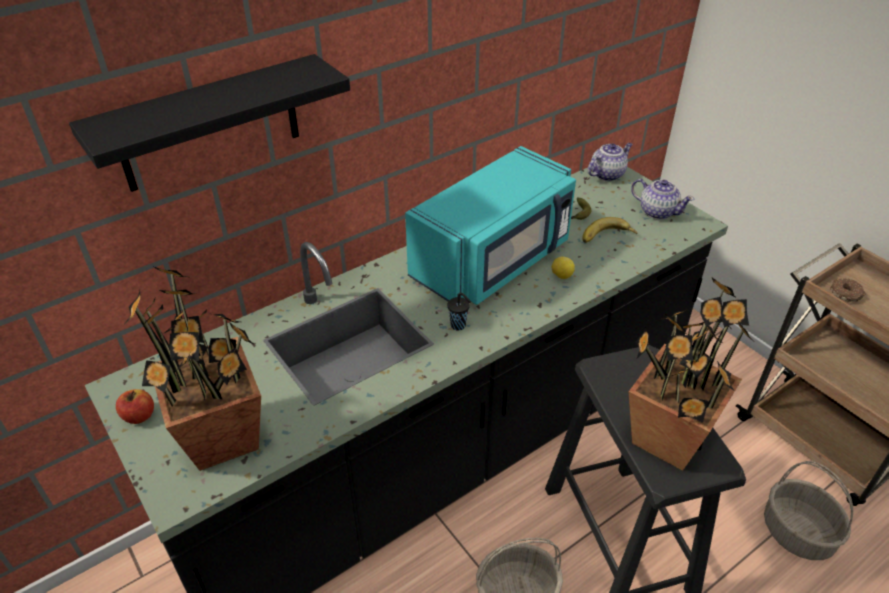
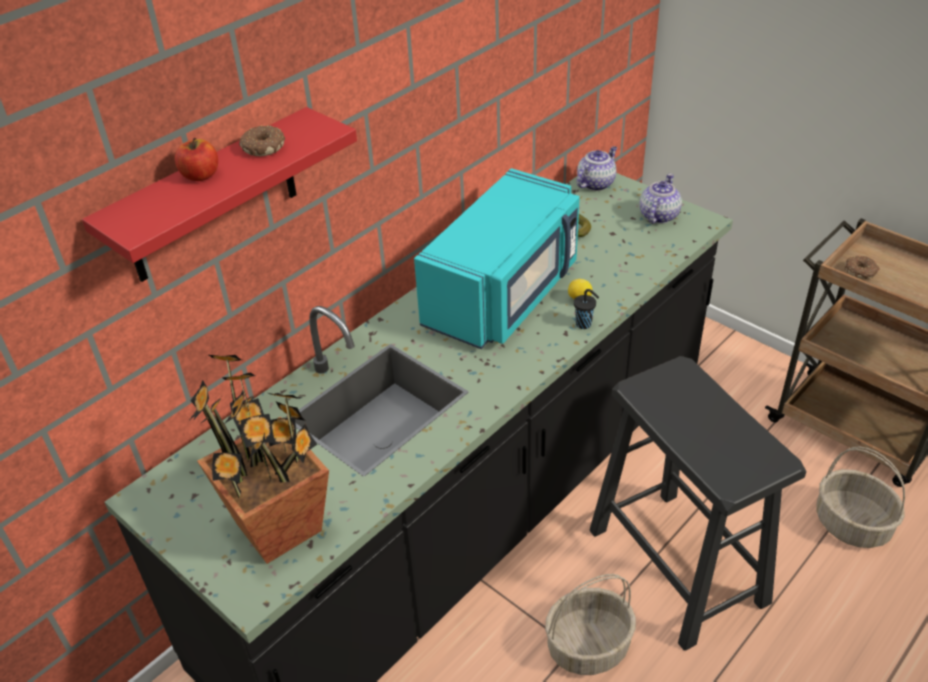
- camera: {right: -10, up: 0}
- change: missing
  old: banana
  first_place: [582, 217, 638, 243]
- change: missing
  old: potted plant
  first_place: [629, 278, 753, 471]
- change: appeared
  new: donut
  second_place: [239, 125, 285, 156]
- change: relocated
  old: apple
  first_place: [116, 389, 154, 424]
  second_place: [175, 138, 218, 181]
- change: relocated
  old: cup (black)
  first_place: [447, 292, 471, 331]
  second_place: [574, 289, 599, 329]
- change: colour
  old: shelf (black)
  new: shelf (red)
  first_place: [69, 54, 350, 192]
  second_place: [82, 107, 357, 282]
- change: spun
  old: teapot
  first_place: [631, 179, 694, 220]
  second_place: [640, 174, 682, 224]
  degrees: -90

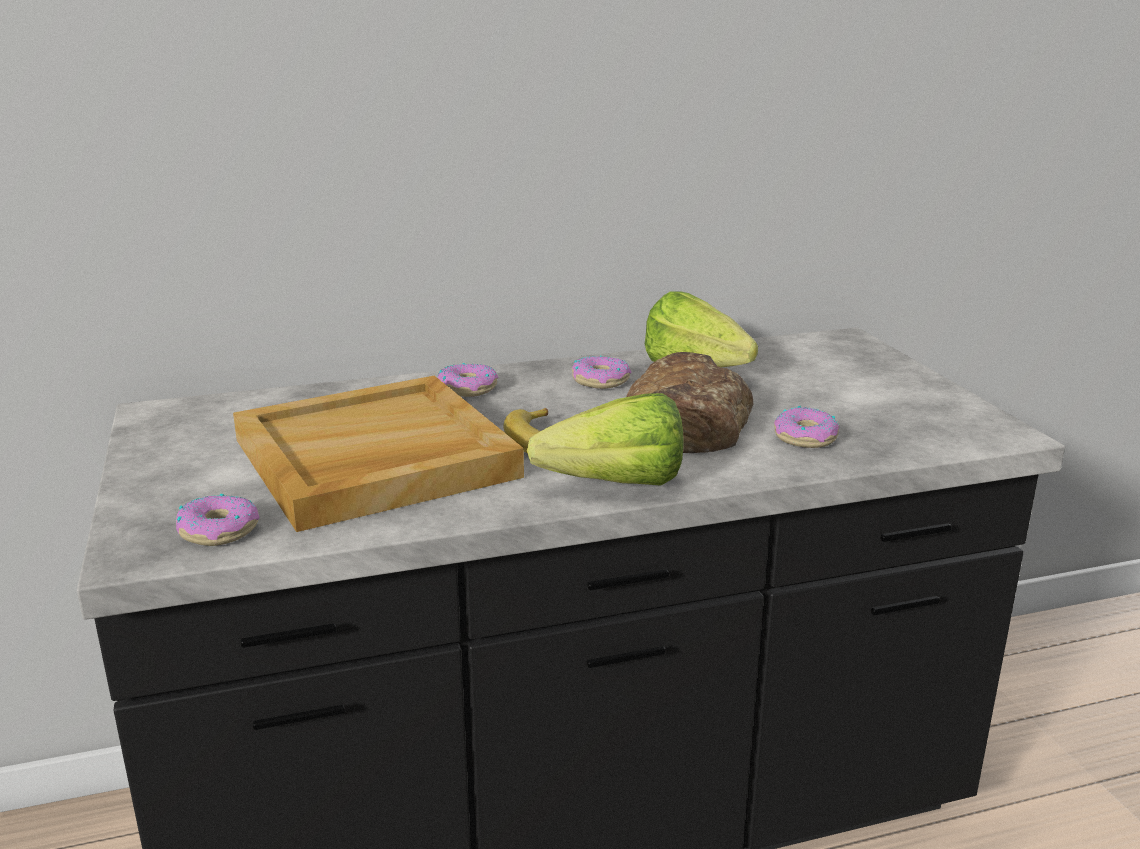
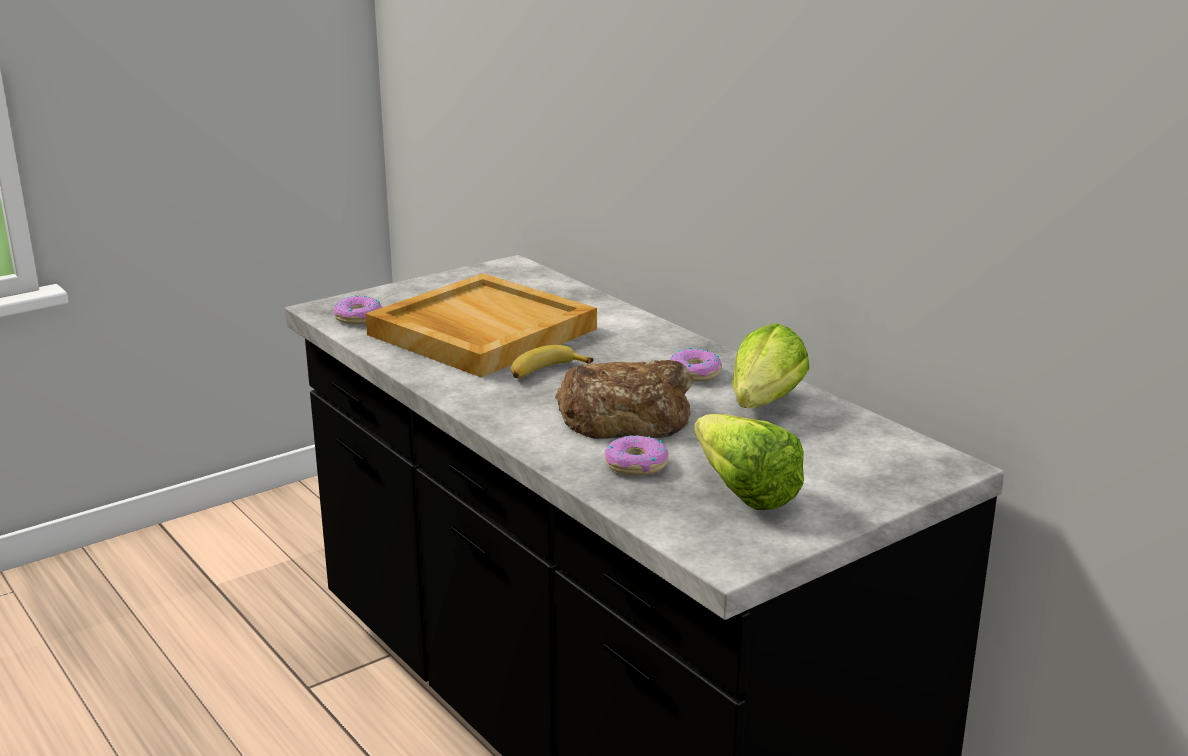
- camera: {right: 70, up: 0}
- change: missing
  old: donut
  first_place: [437, 363, 498, 397]
- change: relocated
  old: lettuce
  first_place: [527, 393, 683, 486]
  second_place: [694, 414, 804, 510]

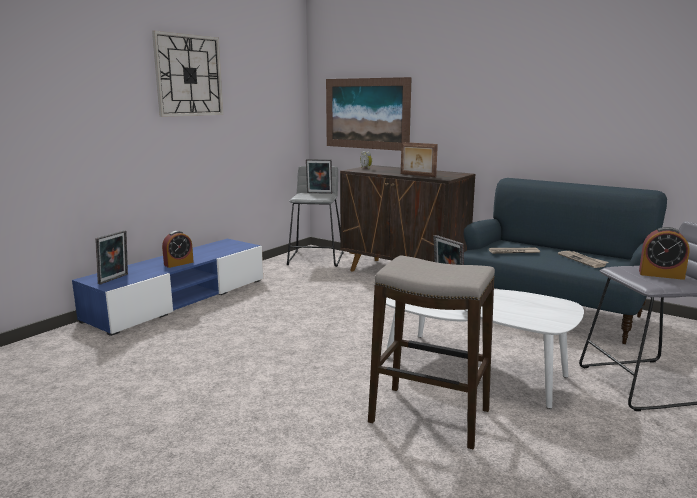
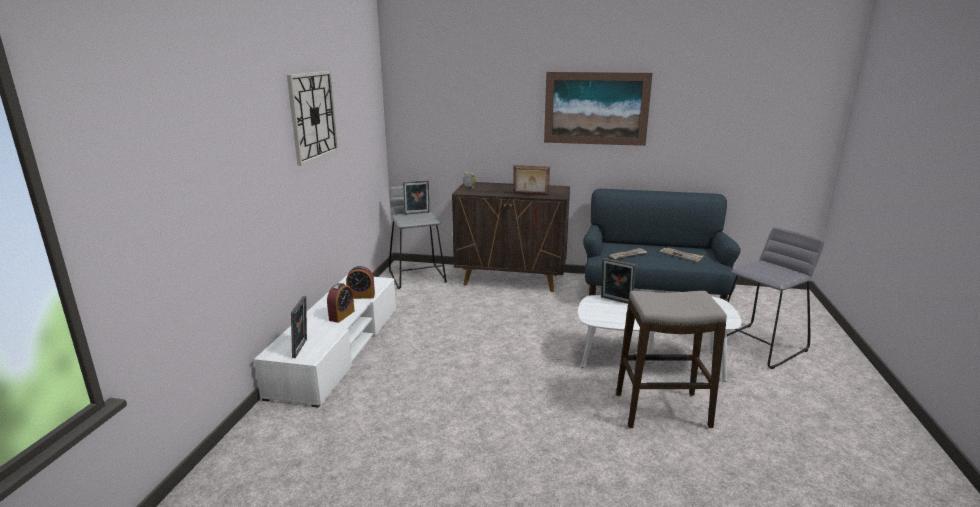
- camera: {right: -25, up: 5}
- change: relocated
  old: picture
  first_place: [326, 77, 412, 151]
  second_place: [544, 72, 653, 146]
- change: relocated
  old: alarm clock
  first_place: [639, 227, 689, 280]
  second_place: [346, 266, 375, 299]
- change: colour
  old: tv stand (blue)
  new: tv stand (white)
  first_place: [72, 239, 263, 336]
  second_place: [254, 275, 396, 407]

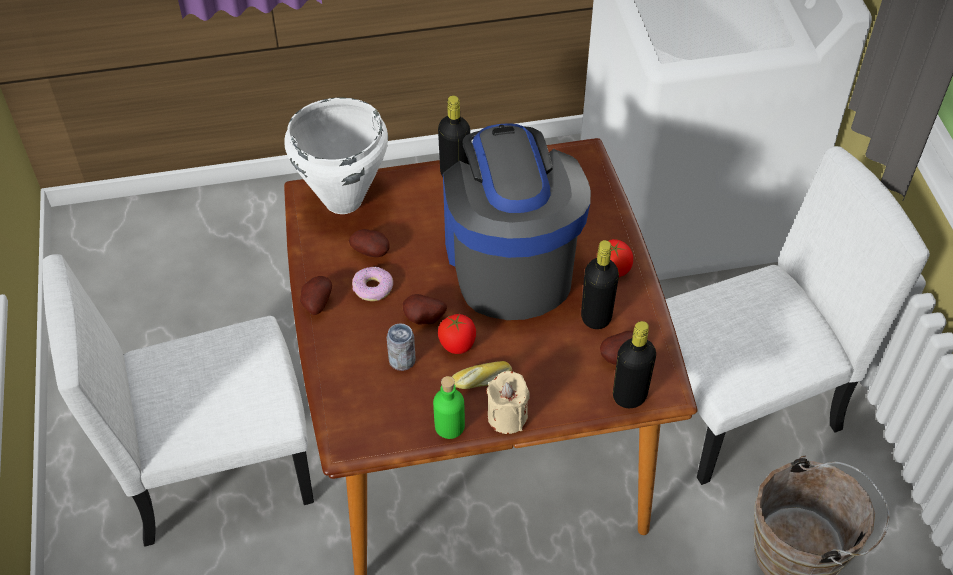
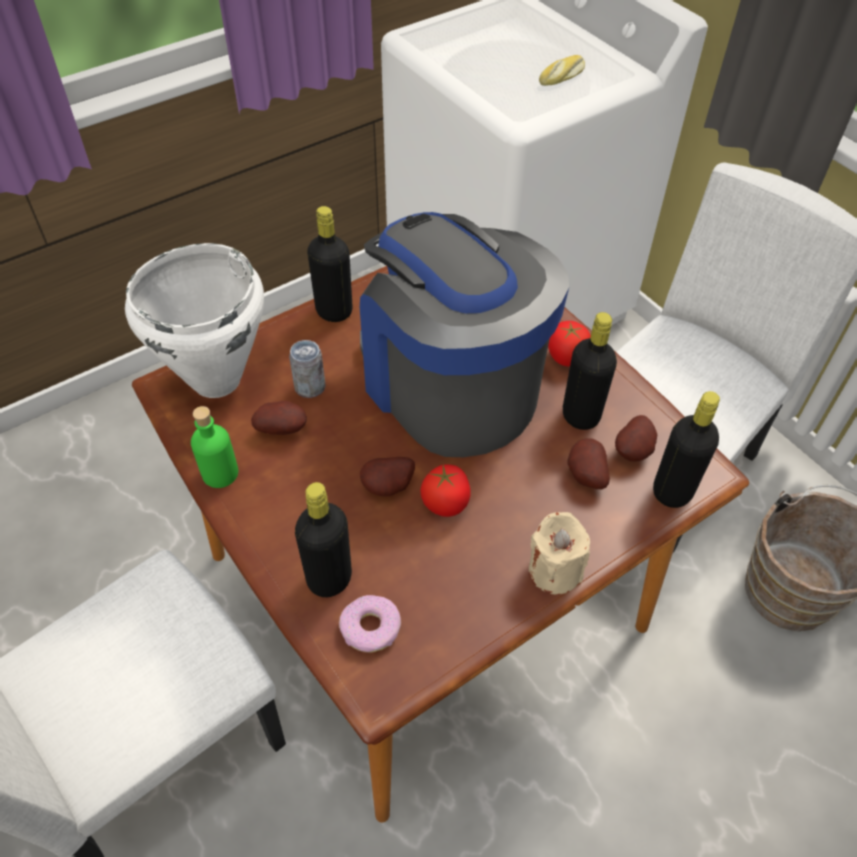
- camera: {right: -25, up: 0}
- change: appeared
  new: bottle (black)
  second_place: [295, 482, 352, 597]
- change: relocated
  old: potato
  first_place: [300, 276, 332, 315]
  second_place: [567, 438, 610, 489]
- change: relocated
  old: donut
  first_place: [352, 266, 393, 301]
  second_place: [339, 595, 401, 652]
- change: relocated
  old: can
  first_place: [387, 323, 416, 371]
  second_place: [289, 340, 326, 398]
- change: relocated
  old: bottle (green)
  first_place: [433, 376, 465, 439]
  second_place: [191, 406, 238, 488]
- change: relocated
  old: bread
  first_place: [452, 361, 512, 389]
  second_place: [539, 55, 585, 86]

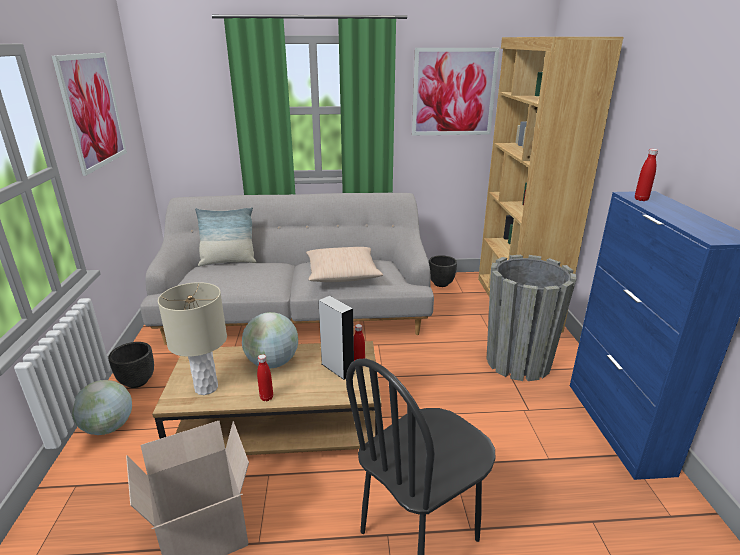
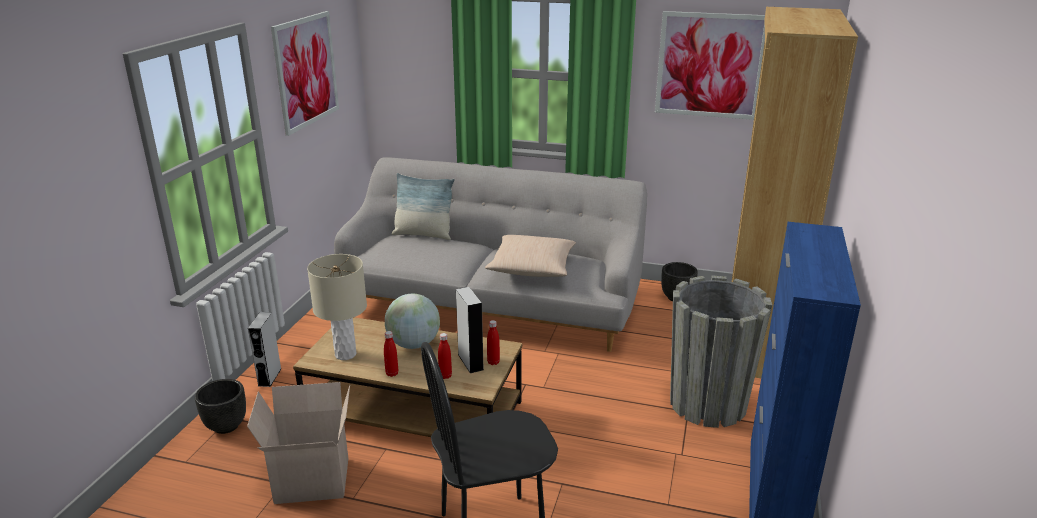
- camera: {right: 20, up: 0}
- change: relocated
  old: planter (black)
  first_place: [108, 342, 154, 388]
  second_place: [195, 379, 246, 434]
- change: relocated
  old: bottle (red)
  first_place: [635, 149, 658, 201]
  second_place: [438, 333, 452, 379]
- change: exchanged
  old: globe
  new: speaker (grey)
  first_place: [72, 380, 132, 435]
  second_place: [248, 312, 282, 387]

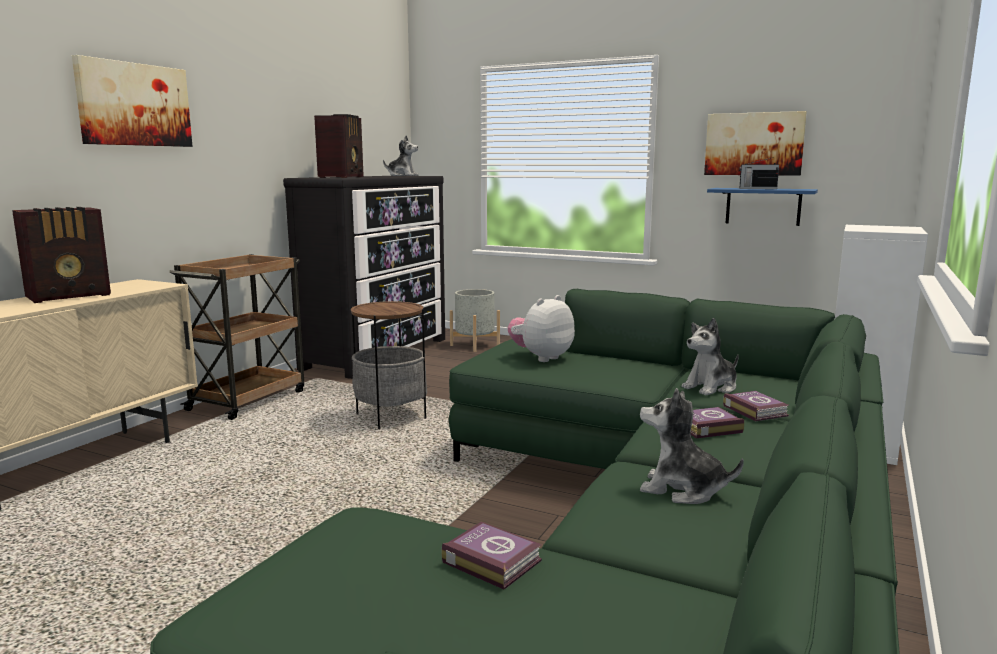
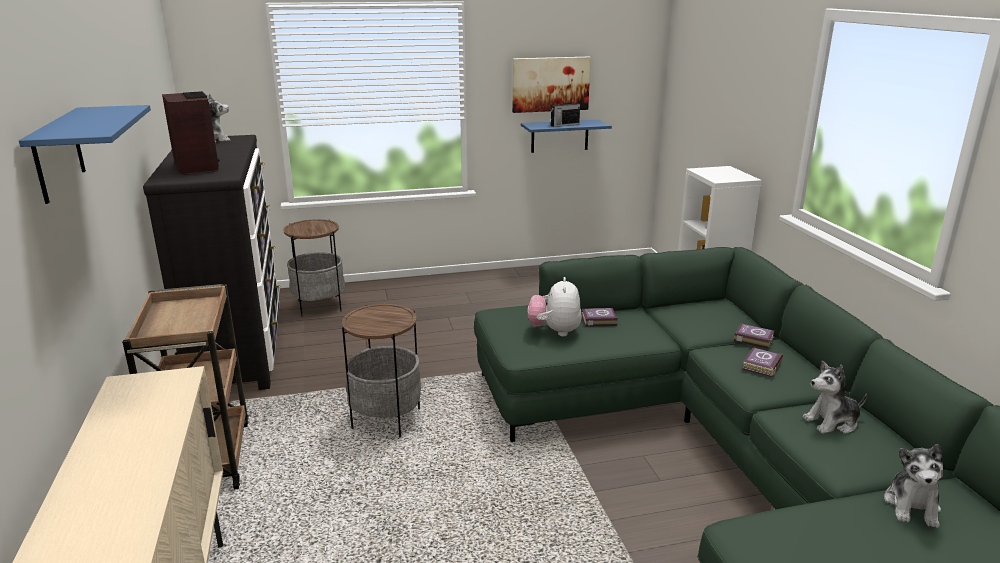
- camera: {right: -40, up: 10}
- change: missing
  old: radio
  first_place: [12, 207, 111, 303]
- change: relocated
  old: book
  first_place: [441, 522, 542, 590]
  second_place: [582, 308, 618, 327]
- change: relocated
  old: plush toy
  first_place: [681, 318, 739, 396]
  second_place: [884, 444, 943, 528]
- change: exchanged
  old: picture
  new: shelf (blue)
  first_place: [72, 55, 193, 147]
  second_place: [19, 105, 151, 204]
- change: exchanged
  old: planter (grey)
  new: side table
  first_place: [450, 289, 500, 352]
  second_place: [283, 219, 345, 317]

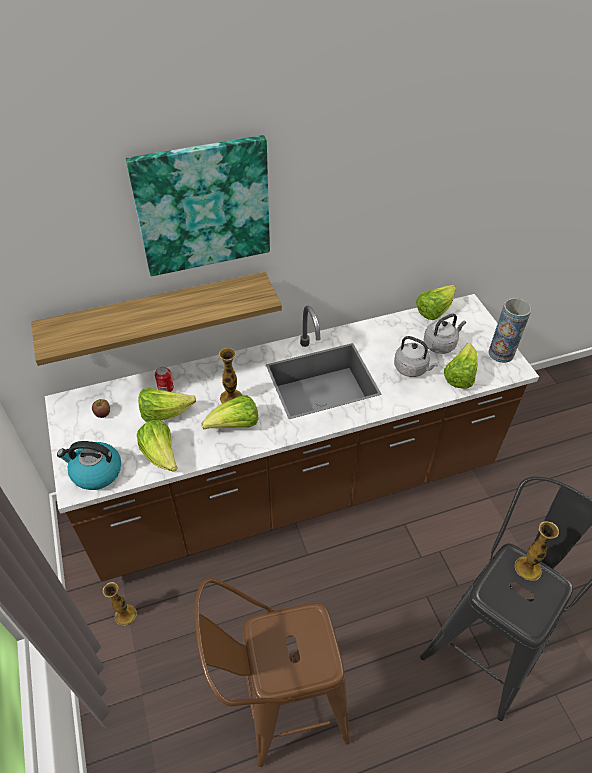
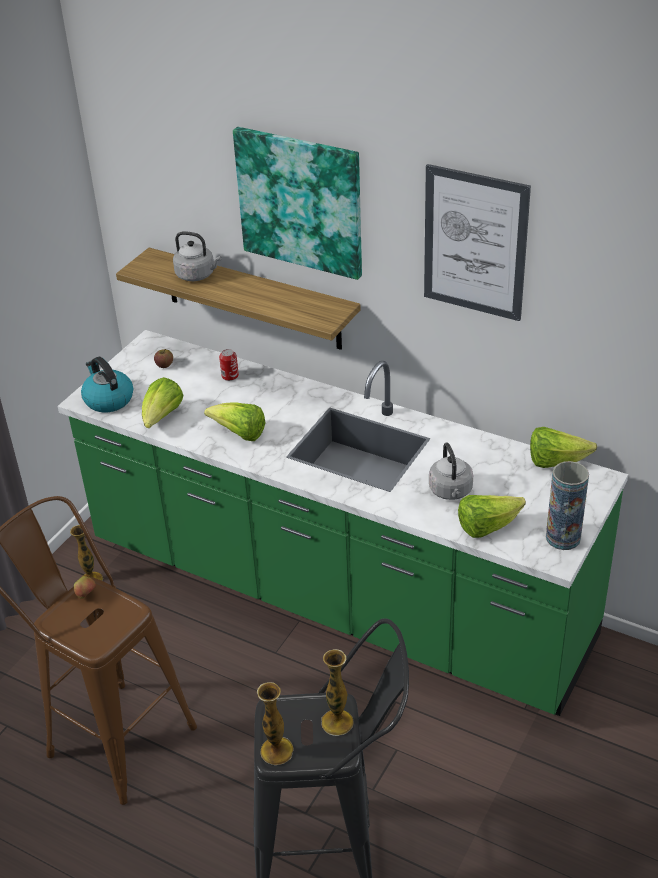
- camera: {right: 50, up: -10}
- change: missing
  old: lettuce
  first_place: [138, 387, 196, 422]
- change: appeared
  new: apple
  second_place: [74, 576, 96, 599]
- change: appeared
  new: picture
  second_place: [424, 164, 531, 321]
- change: relocated
  old: vase
  first_place: [218, 348, 243, 404]
  second_place: [257, 682, 294, 765]
- change: relocated
  old: kettle (grey)
  first_place: [424, 314, 466, 354]
  second_place: [173, 231, 221, 281]
- change: colour
  old: counter (brown)
  new: counter (green)
  first_place: [45, 294, 539, 582]
  second_place: [58, 330, 628, 716]

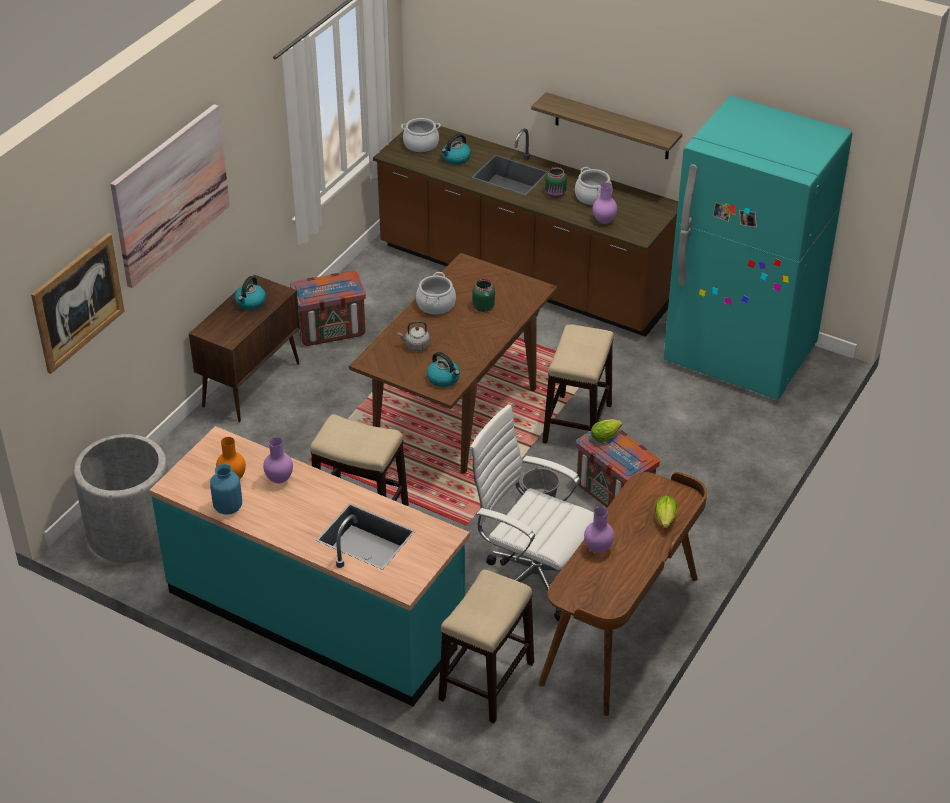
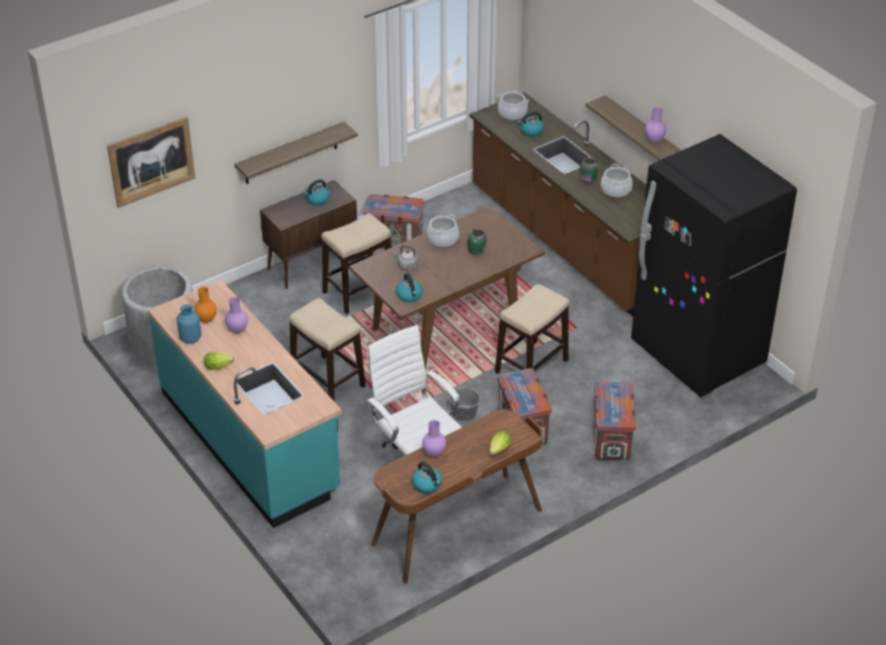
- camera: {right: 25, up: 0}
- change: missing
  old: picture
  first_place: [111, 104, 230, 288]
- change: appeared
  new: shelf
  second_place: [234, 122, 358, 184]
- change: appeared
  new: kettle
  second_place: [412, 462, 442, 493]
- change: appeared
  new: crate
  second_place: [593, 382, 636, 460]
- change: relocated
  old: stool
  first_place: [438, 570, 534, 723]
  second_place: [321, 213, 391, 314]
- change: relocated
  old: lettuce
  first_place: [591, 419, 622, 442]
  second_place: [204, 352, 234, 370]
- change: relocated
  old: vase (purple)
  first_place: [593, 182, 617, 224]
  second_place: [645, 107, 666, 142]
- change: colour
  old: fridge (turquoise)
  new: fridge (black)
  first_place: [663, 96, 852, 400]
  second_place: [631, 134, 797, 397]

